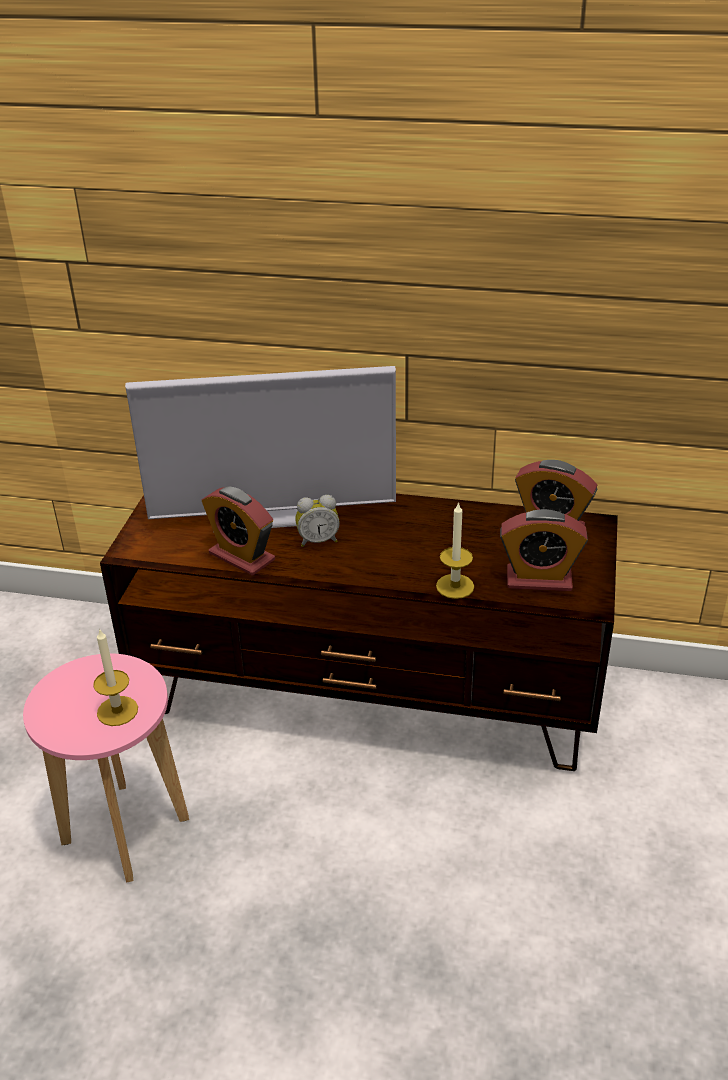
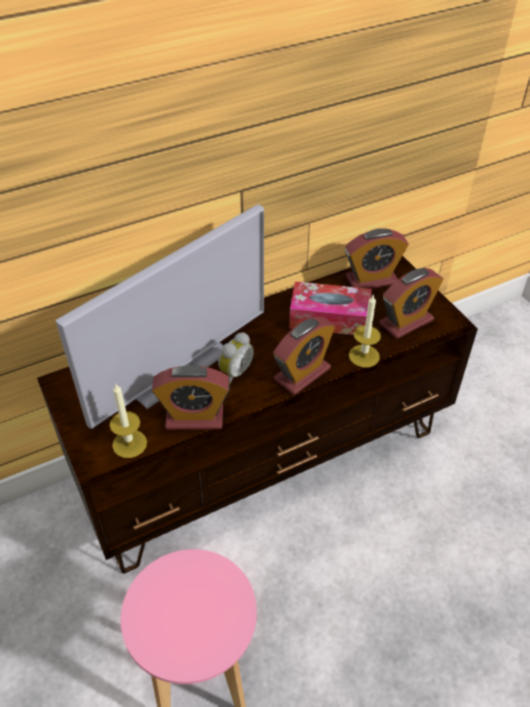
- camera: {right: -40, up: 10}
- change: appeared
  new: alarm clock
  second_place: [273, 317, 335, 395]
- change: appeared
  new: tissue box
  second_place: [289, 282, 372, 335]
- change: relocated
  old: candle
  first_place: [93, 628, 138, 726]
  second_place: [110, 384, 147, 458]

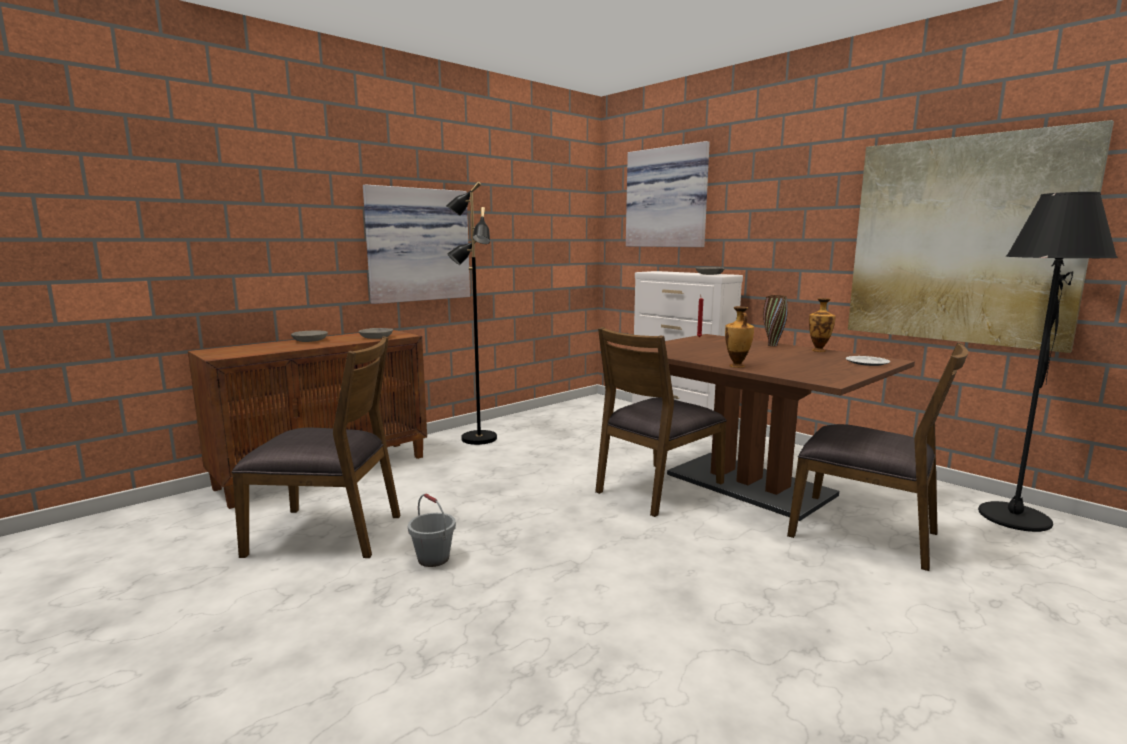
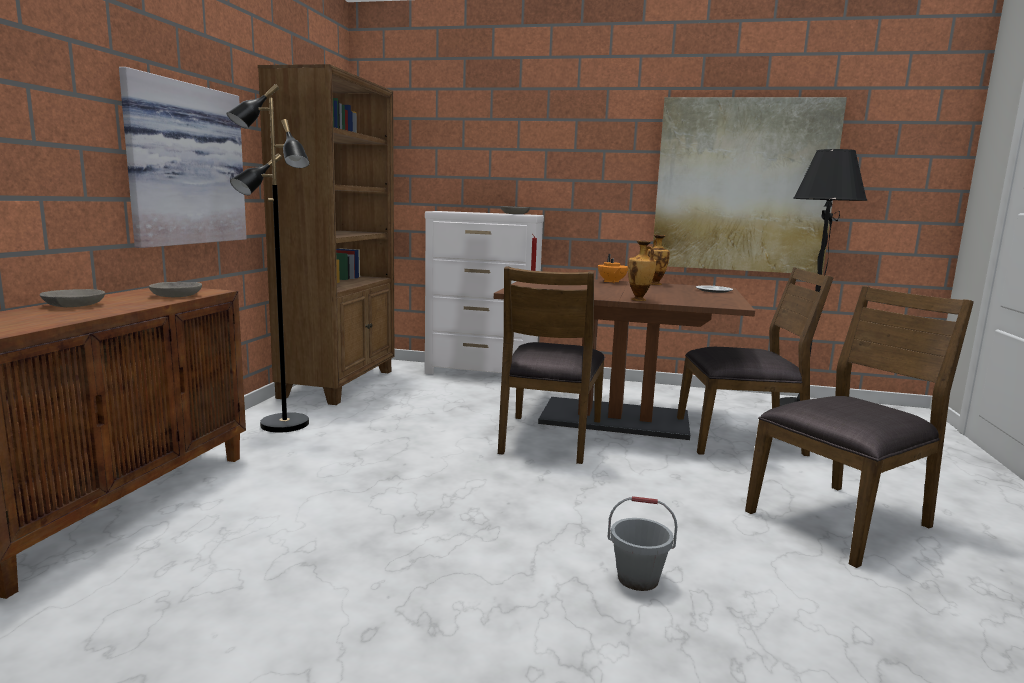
- camera: {right: -35, up: 0}
- change: missing
  old: picture
  first_place: [626, 141, 710, 247]
- change: appeared
  new: bookcase (brown)
  second_place: [258, 64, 395, 405]
- change: relocated
  old: chair (brown)
  first_place: [231, 336, 401, 558]
  second_place: [745, 286, 974, 568]
- change: relocated
  old: bucket (grey)
  first_place: [408, 494, 456, 567]
  second_place: [608, 496, 677, 591]
- change: exchanged
  old: vase (brown)
  new: teapot (orange)
  first_place: [763, 295, 788, 347]
  second_place: [598, 254, 628, 283]

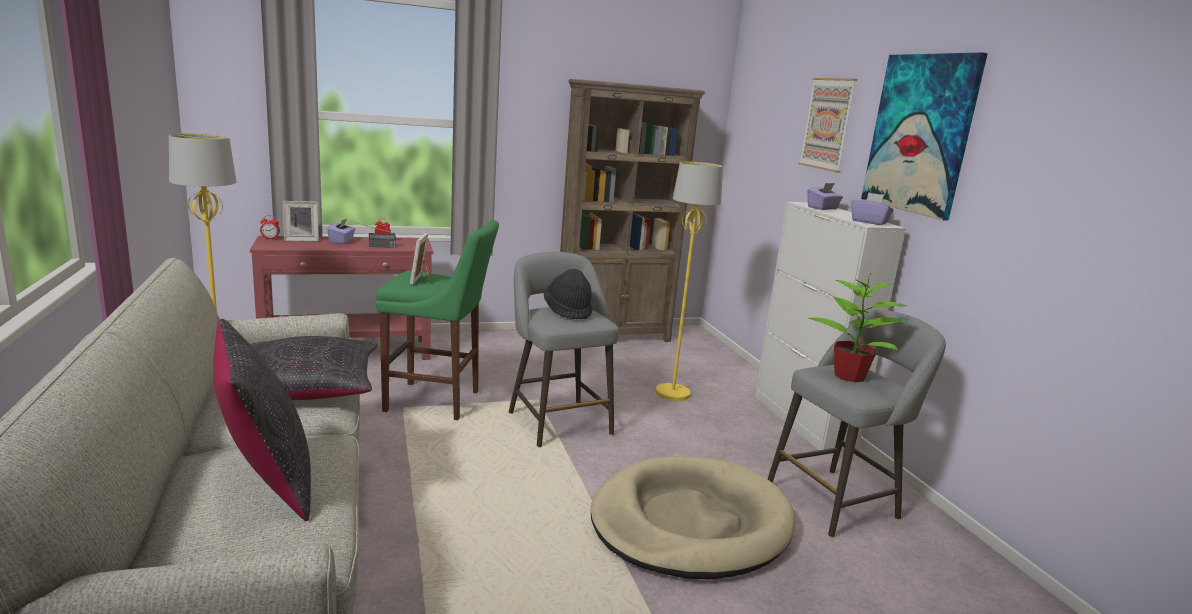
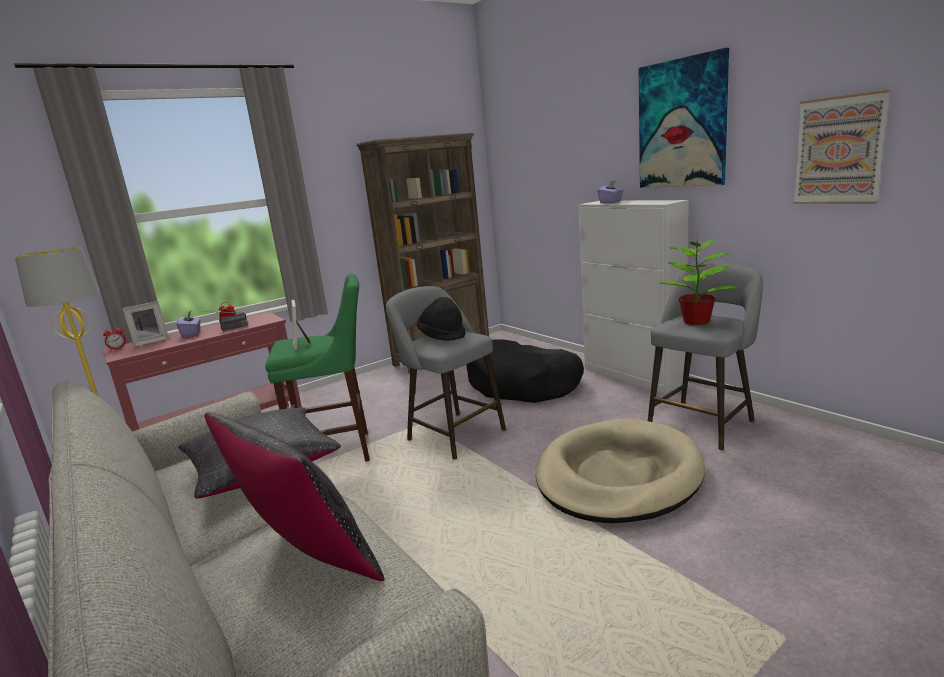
- camera: {right: -15, up: 0}
- change: missing
  old: tissue box (purple)
  first_place: [851, 192, 893, 225]
- change: relocated
  old: picture
  first_place: [798, 78, 857, 173]
  second_place: [793, 90, 890, 204]
- change: exchanged
  old: floor lamp (yellow)
  new: dog bed (black)
  first_place: [656, 161, 723, 401]
  second_place: [466, 339, 584, 403]

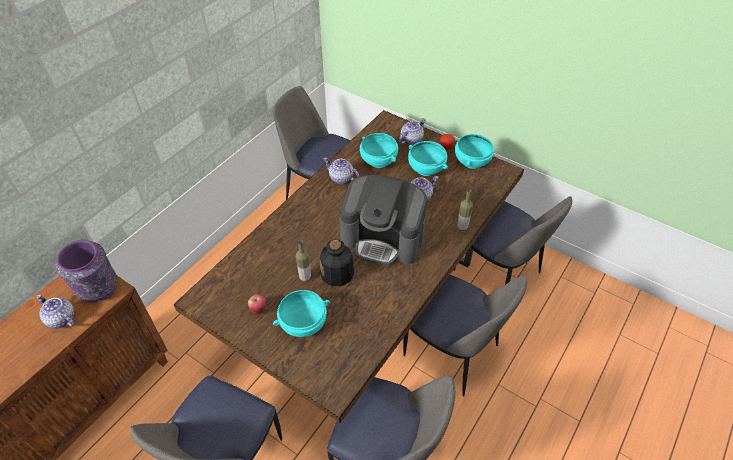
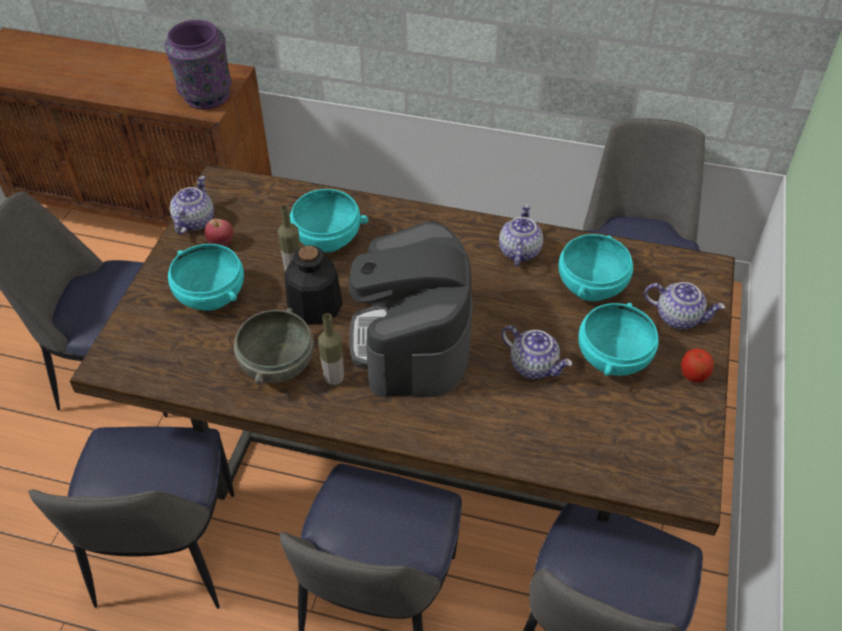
- camera: {right: 70, up: 0}
- change: appeared
  new: bowl (grey)
  second_place: [234, 308, 314, 385]
- change: relocated
  old: teapot
  first_place: [36, 294, 74, 328]
  second_place: [170, 176, 214, 235]
- change: relocated
  old: bowl (turquoise)
  first_place: [455, 134, 494, 169]
  second_place: [290, 189, 368, 252]
- change: relocated
  old: bottle
  first_place: [457, 190, 473, 231]
  second_place: [318, 313, 344, 386]

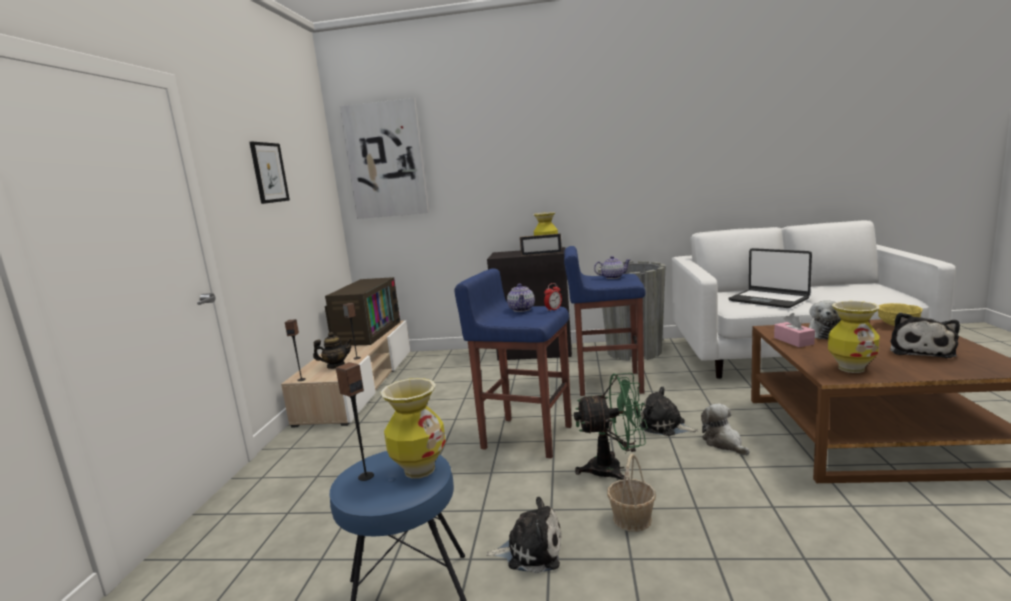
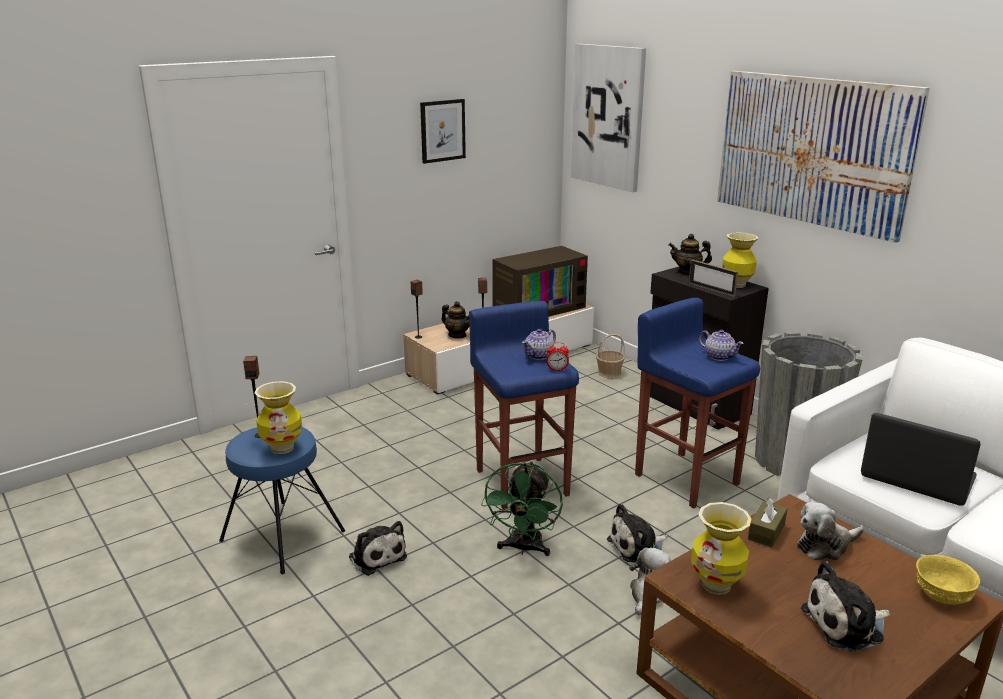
- camera: {right: 45, up: 10}
- change: appeared
  new: teapot
  second_place: [669, 234, 712, 275]
- change: appeared
  new: picture
  second_place: [717, 71, 930, 243]
- change: relocated
  old: basket
  first_place: [607, 454, 656, 532]
  second_place: [596, 334, 625, 378]
- change: colour
  old: tissue box (pink)
  new: tissue box (brown)
  first_place: [774, 313, 815, 347]
  second_place: [748, 497, 788, 547]
- change: spun
  old: fan (green)
  first_place: [574, 373, 648, 480]
  second_place: [481, 461, 563, 556]
  degrees: 60
- change: spun
  old: plush toy
  first_place: [639, 387, 699, 436]
  second_place: [607, 504, 668, 563]
  degrees: -105
- change: spun
  old: laptop
  first_place: [728, 248, 812, 308]
  second_place: [861, 413, 981, 506]
  degrees: 120

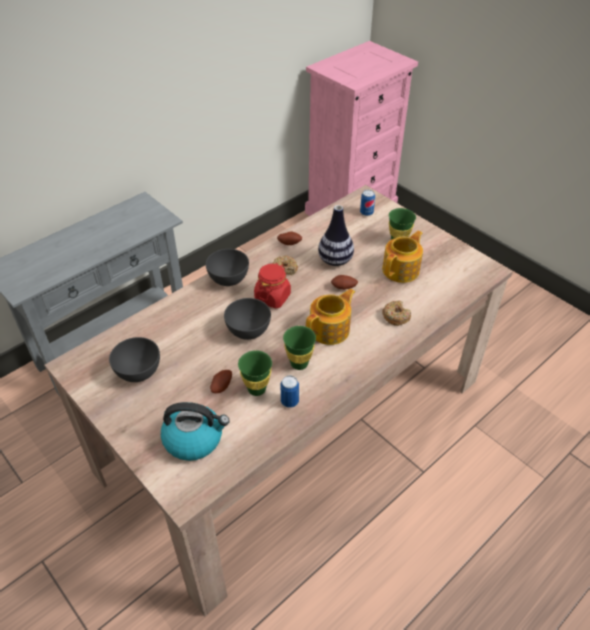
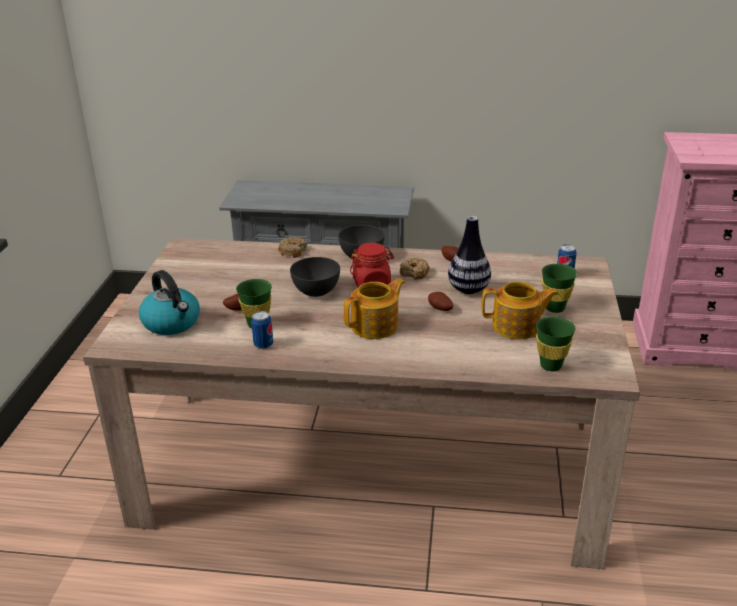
- camera: {right: 50, up: -15}
- change: missing
  old: bowl (grey)
  first_place: [109, 337, 160, 382]
- change: relocated
  old: cup (green)
  first_place: [283, 326, 316, 370]
  second_place: [536, 317, 576, 371]
- change: relocated
  old: donut
  first_place: [382, 300, 411, 326]
  second_place: [278, 237, 307, 258]
- change: spun
  old: teapot
  first_place: [306, 289, 355, 345]
  second_place: [343, 278, 405, 339]
  degrees: -45

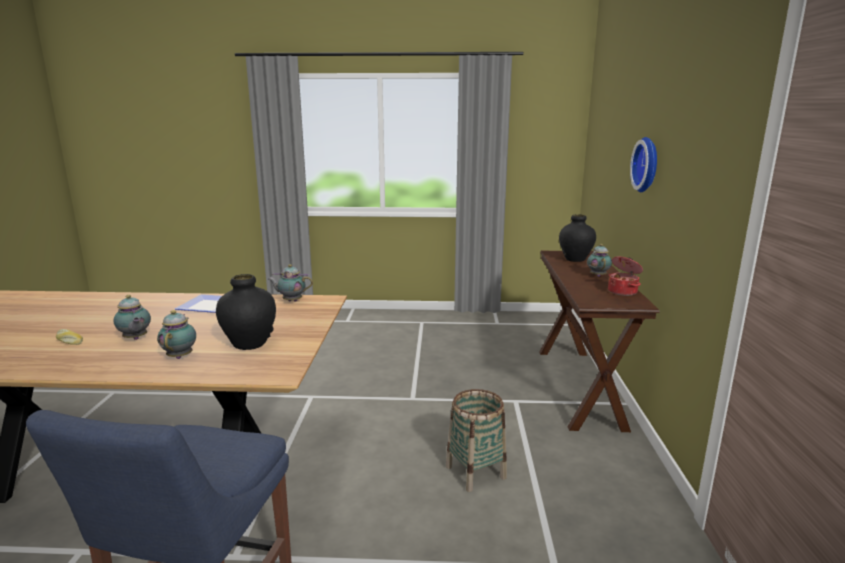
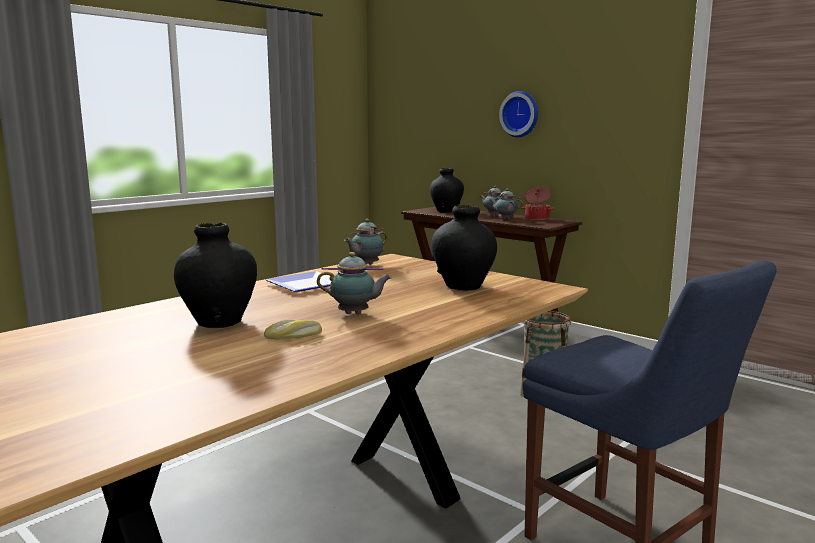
- camera: {right: -50, up: -5}
- change: appeared
  new: vase (black)
  second_place: [174, 223, 257, 328]
- change: relocated
  old: teapot
  first_place: [157, 310, 196, 359]
  second_place: [490, 189, 523, 220]

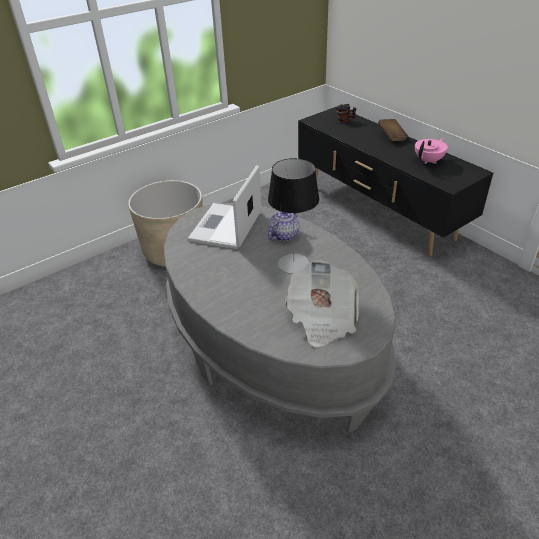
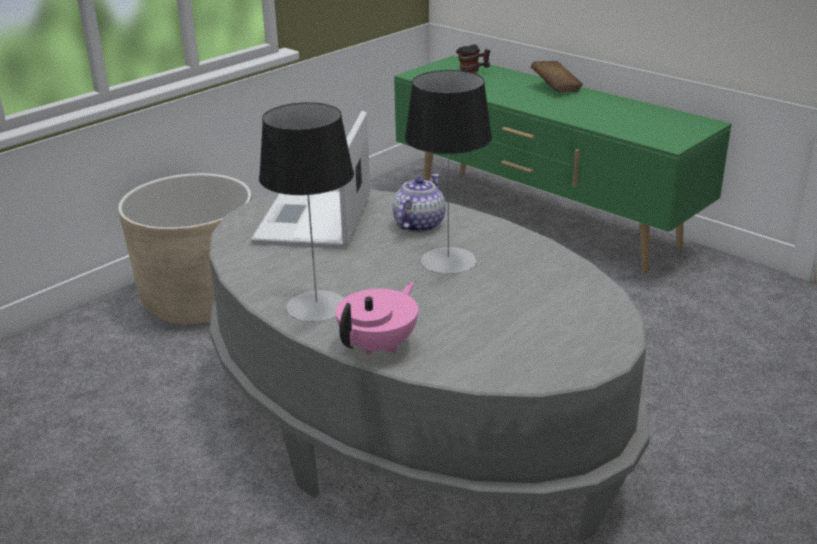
- camera: {right: -10, up: -10}
- change: missing
  old: newspaper
  first_place: [285, 260, 359, 347]
- change: appeared
  new: table lamp
  second_place: [259, 102, 354, 322]
- change: relocated
  old: teapot (pink)
  first_place: [415, 137, 448, 164]
  second_place: [336, 282, 418, 355]
- change: colour
  old: tv stand (black)
  new: tv stand (green)
  first_place: [298, 107, 493, 256]
  second_place: [394, 55, 732, 273]

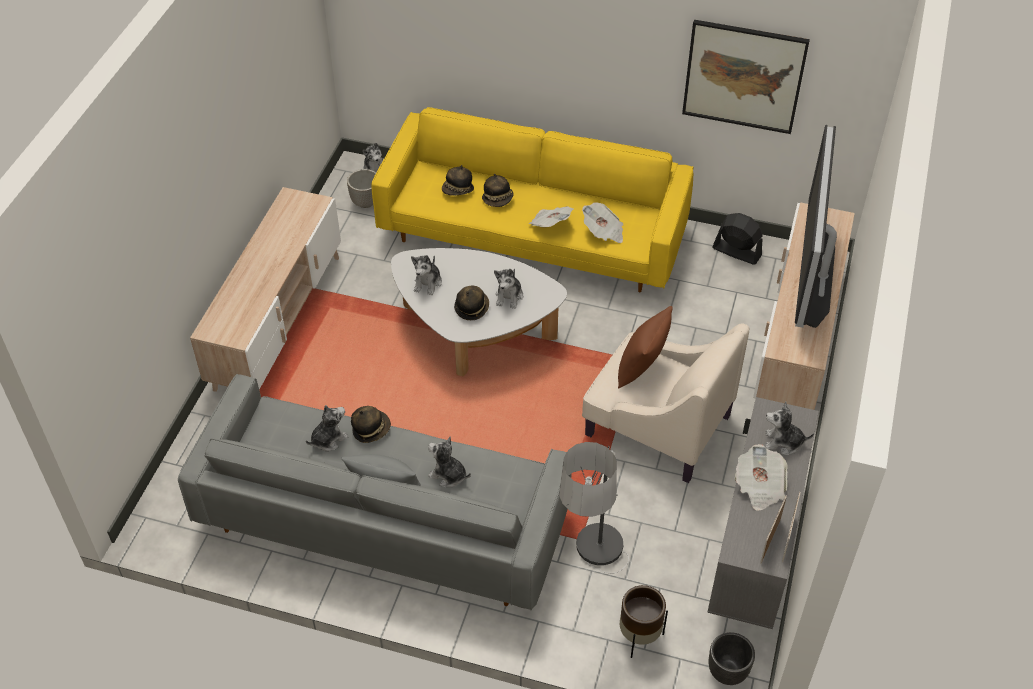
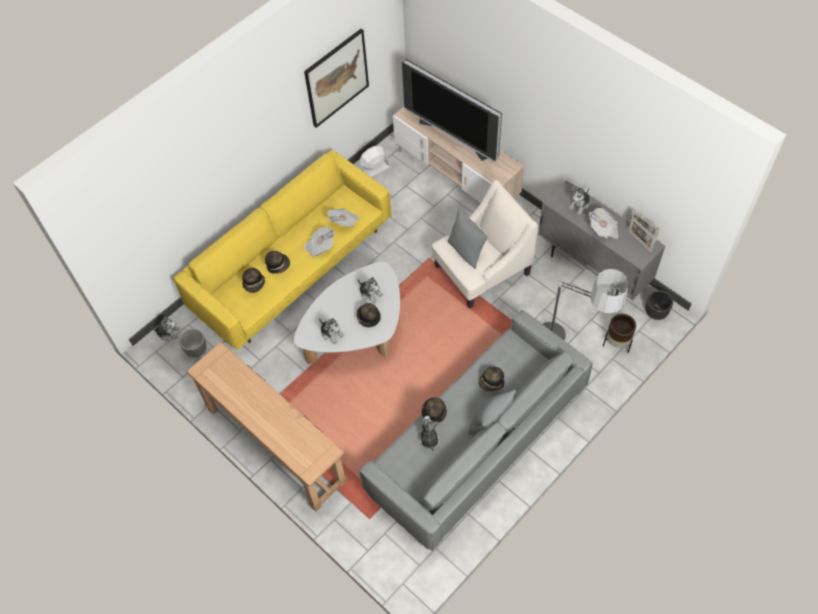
- camera: {right: -60, up: 10}
- change: exchanged
  old: tv stand (beige)
  new: console table (brown)
  first_place: [190, 187, 341, 395]
  second_place: [186, 342, 347, 512]
- change: exchanged
  old: plush toy
  new: hat
  first_place: [428, 436, 471, 488]
  second_place: [479, 367, 505, 391]
- change: colour
  old: pillow (brown)
  new: pillow (grey)
  first_place: [618, 306, 673, 389]
  second_place: [448, 209, 488, 269]
- change: colour
  old: fan (black)
  new: fan (white)
  first_place: [713, 213, 762, 265]
  second_place: [359, 146, 391, 177]

